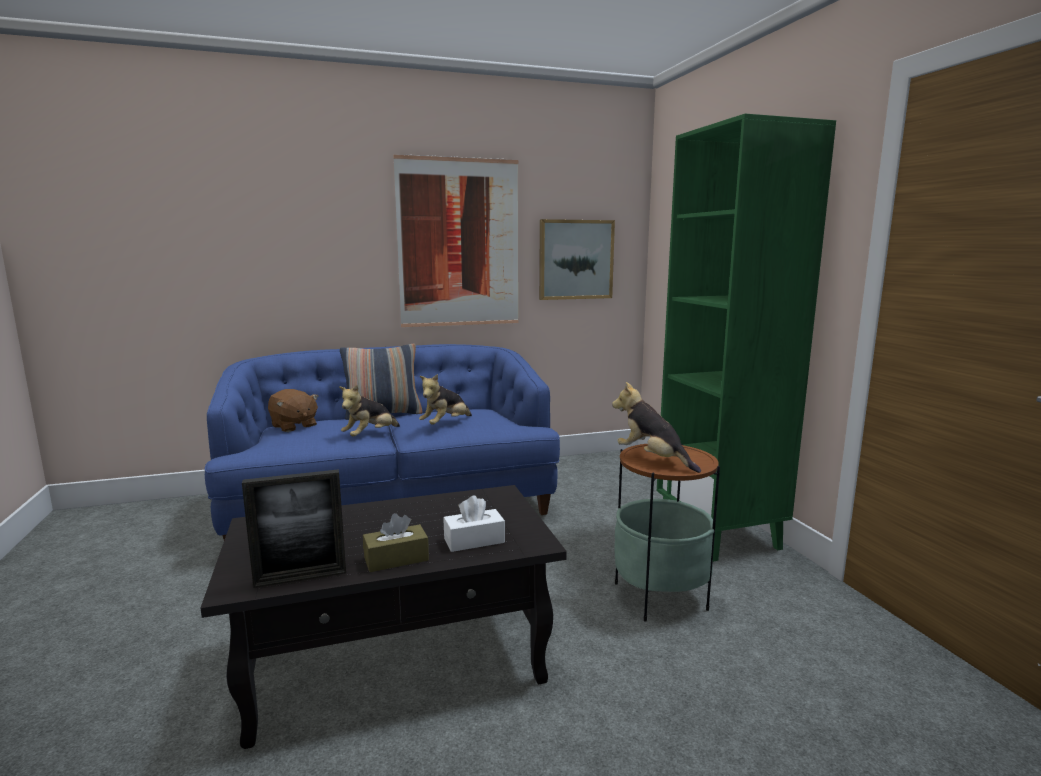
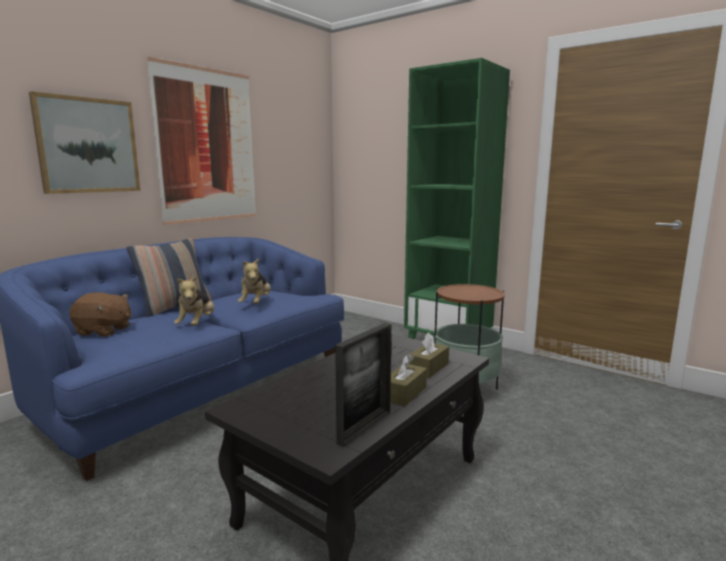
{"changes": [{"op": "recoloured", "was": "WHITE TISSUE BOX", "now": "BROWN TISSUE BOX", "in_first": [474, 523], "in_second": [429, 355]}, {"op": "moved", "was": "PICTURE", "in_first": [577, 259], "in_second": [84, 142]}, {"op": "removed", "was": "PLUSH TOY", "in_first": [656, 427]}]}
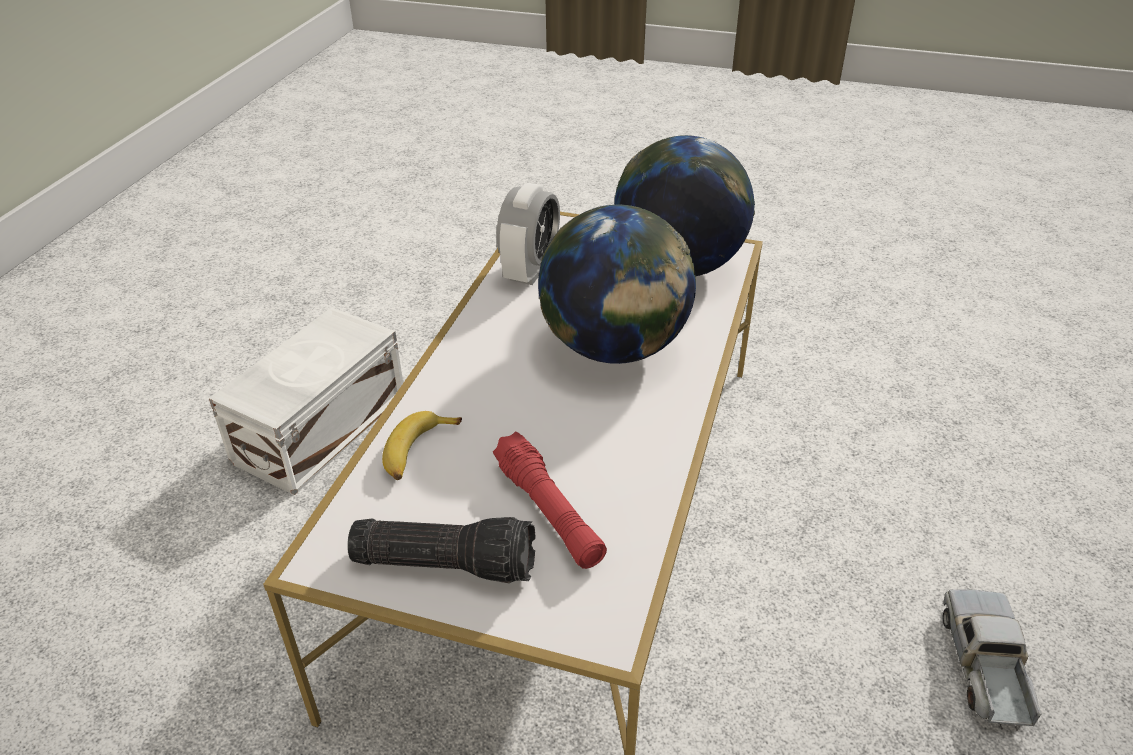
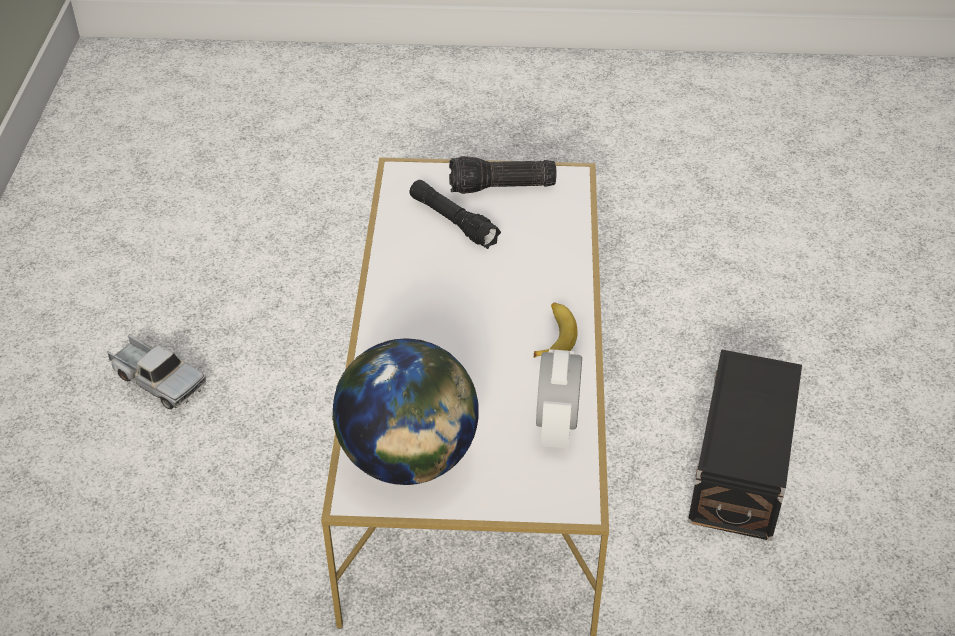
{"changes": [{"op": "recoloured", "was": "WHITE STORAGE BOX", "now": "BLACK STORAGE BOX", "in_first": [306, 401], "in_second": [745, 445]}, {"op": "moved", "was": "BANANA", "in_first": [422, 445], "in_second": [556, 330]}, {"op": "recoloured", "was": "RED FLASHLIGHT", "now": "BLACK FLASHLIGHT", "in_first": [550, 500], "in_second": [455, 214]}, {"op": "removed", "was": "GLOBE", "in_first": [617, 284]}, {"op": "turned", "was": "TOY TRUCK", "in_first": [992, 660], "in_second": [156, 371], "clockwise": -45}]}
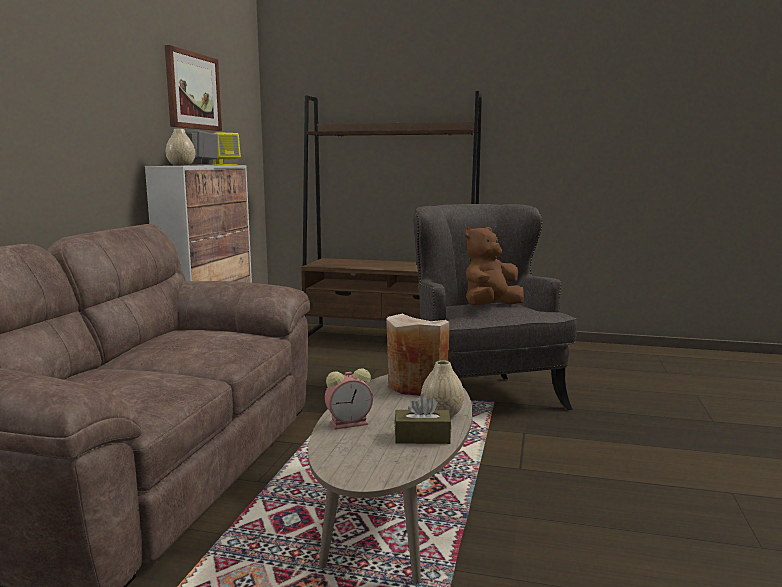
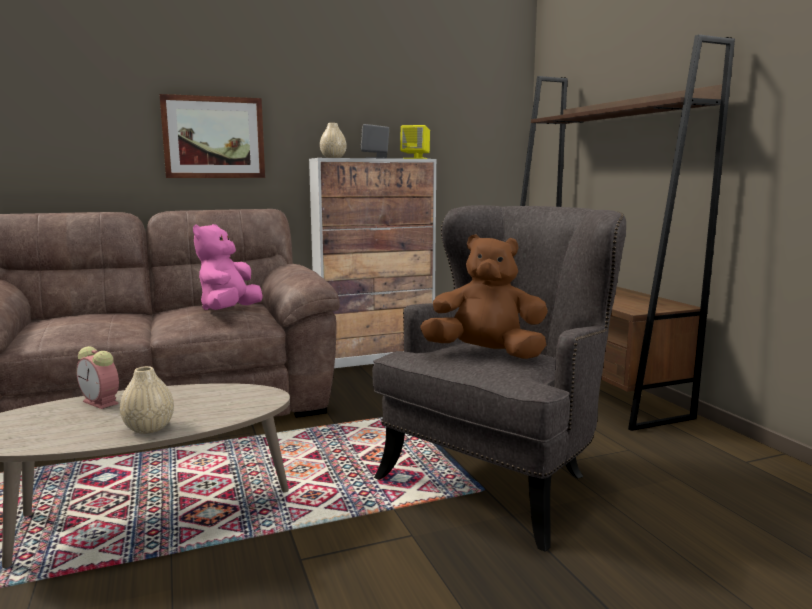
{"changes": [{"op": "moved", "was": "PICTURE", "in_first": [193, 88], "in_second": [212, 136]}, {"op": "removed", "was": "BEIGE VASE", "in_first": [417, 355]}, {"op": "removed", "was": "BROWN TISSUE BOX", "in_first": [422, 419]}, {"op": "added", "now": "PINK PLUSH TOY", "in_second": [228, 267]}]}
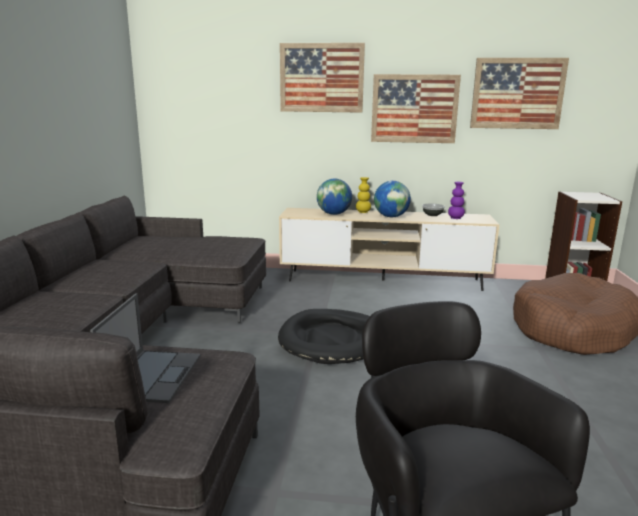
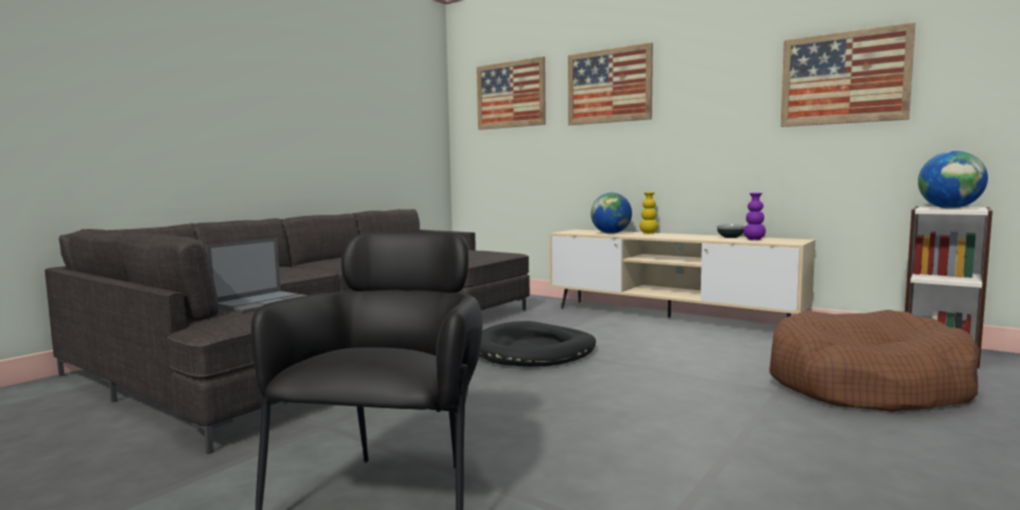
{"changes": [{"op": "moved", "was": "PICTURE", "in_first": [416, 108], "in_second": [511, 93]}, {"op": "moved", "was": "GLOBE", "in_first": [392, 199], "in_second": [953, 180]}]}
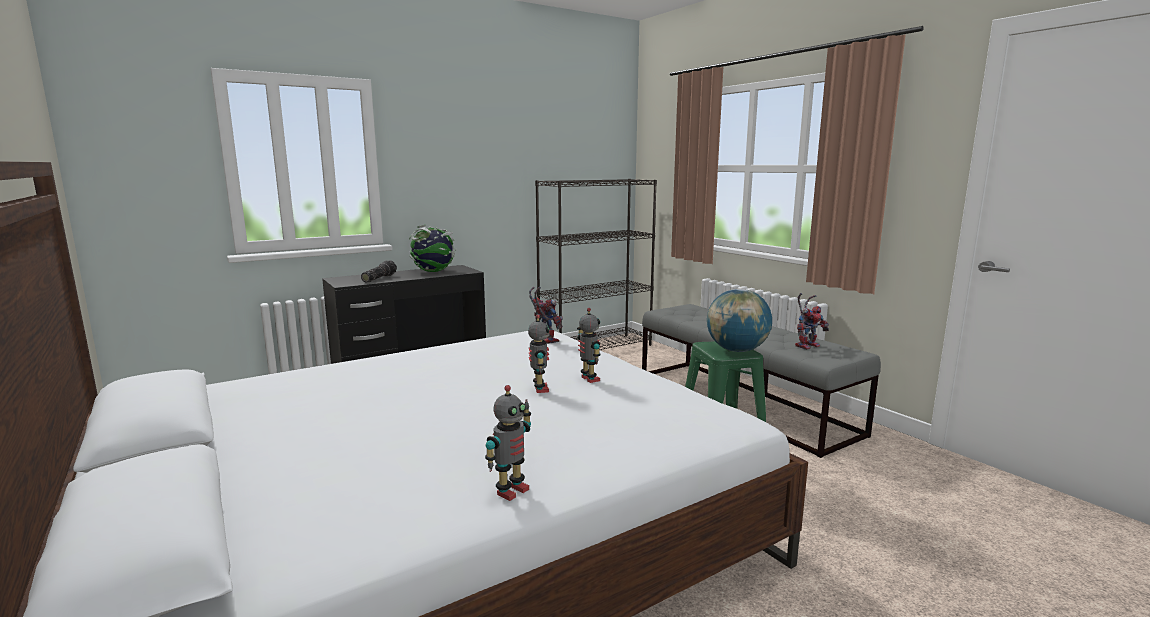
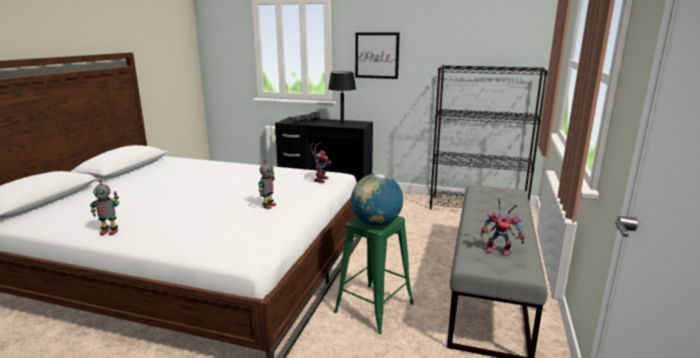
{"changes": [{"op": "replaced", "was": "GLOBE", "now": "BLACK TABLE LAMP", "in_first": [433, 248], "in_second": [342, 97]}, {"op": "removed", "was": "TOY ROBOT", "in_first": [539, 353]}, {"op": "added", "now": "PICTURE", "in_second": [377, 55]}]}
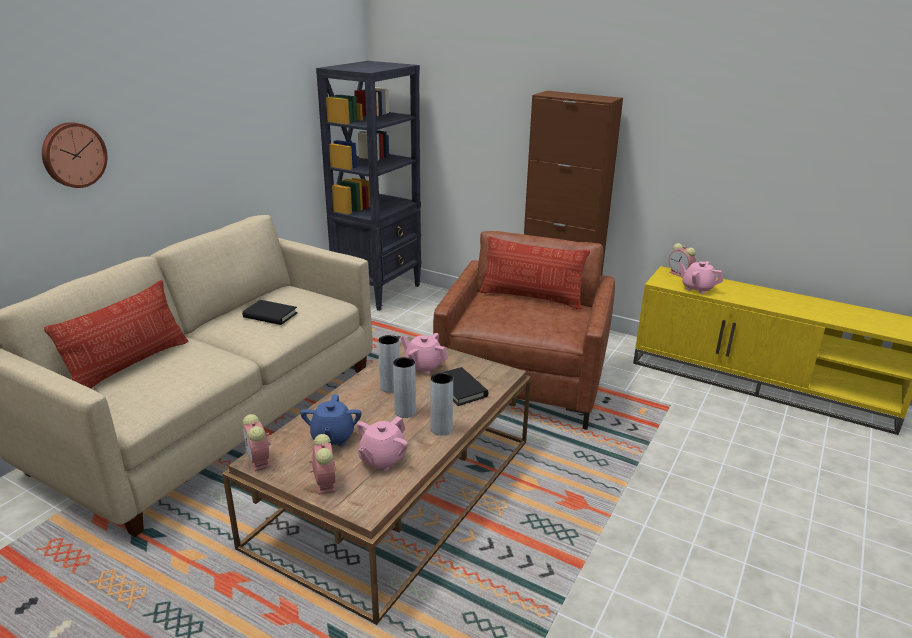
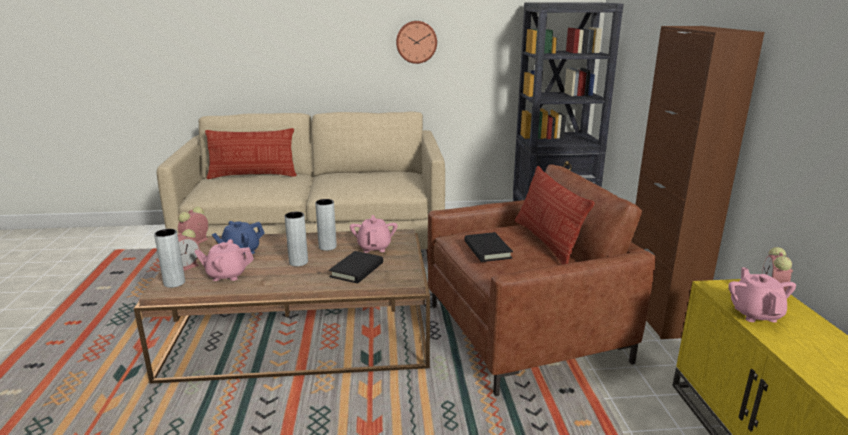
{"changes": [{"op": "moved", "was": "WALL CLOCK", "in_first": [74, 155], "in_second": [416, 42]}, {"op": "moved", "was": "BLACK BOOK", "in_first": [269, 312], "in_second": [488, 247]}, {"op": "moved", "was": "GREY VASE", "in_first": [441, 404], "in_second": [169, 258]}]}
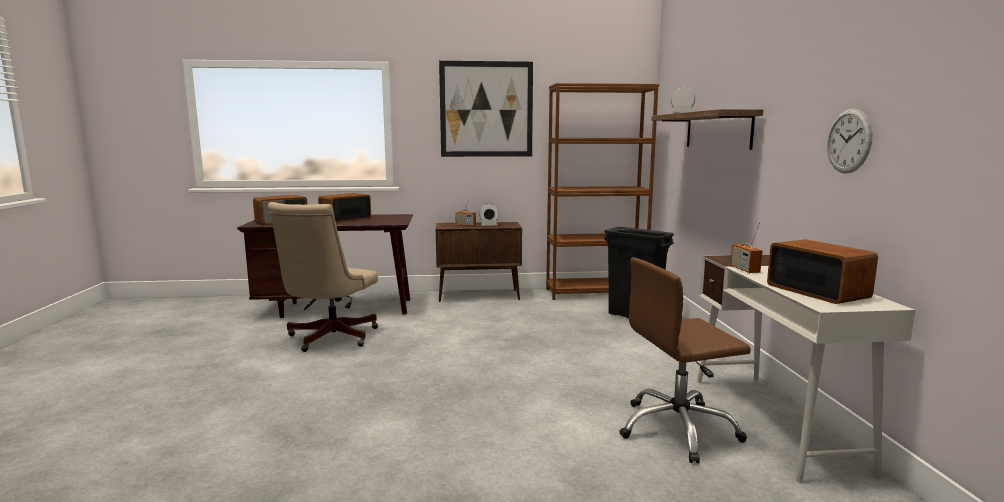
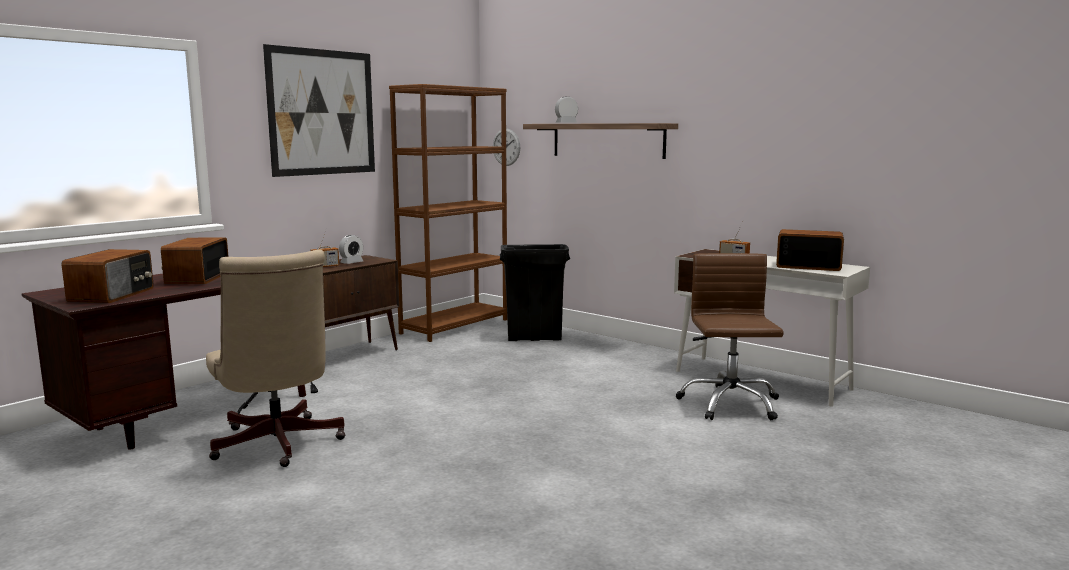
{"changes": [{"op": "turned", "was": "BROWN OFFICE CHAIR", "in_first": [685, 360], "in_second": [730, 336], "clockwise": 150}, {"op": "moved", "was": "WALL CLOCK", "in_first": [849, 140], "in_second": [506, 147]}]}
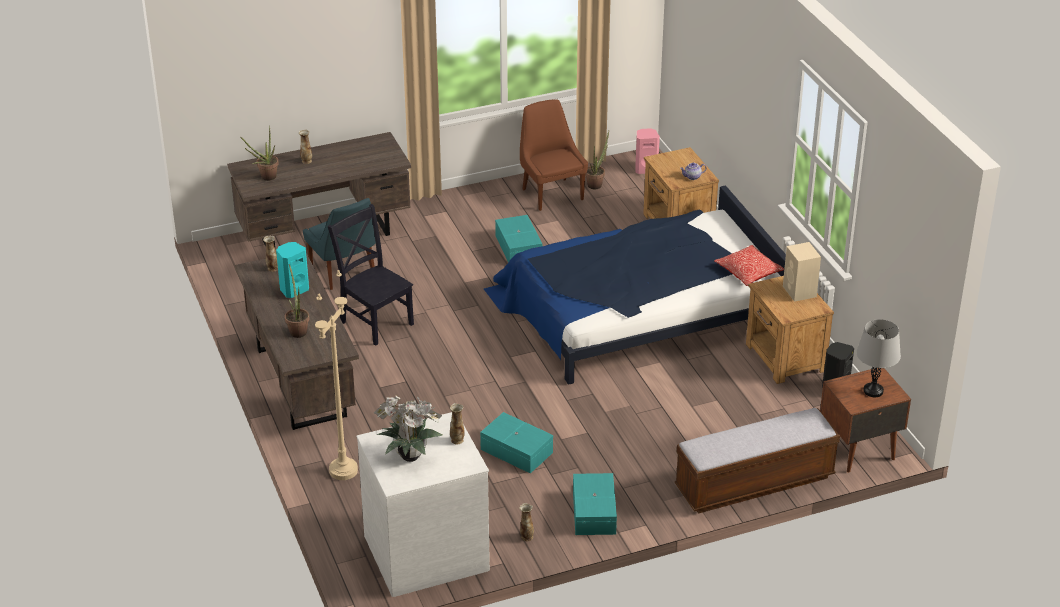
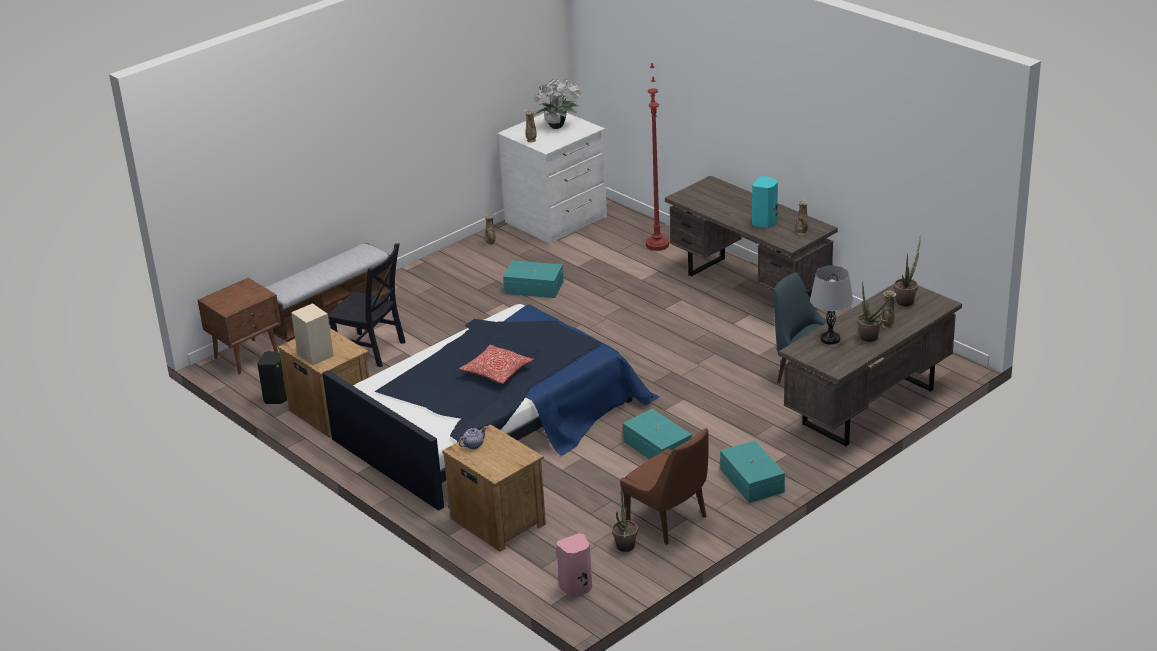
{"changes": [{"op": "moved", "was": "POTTED PLANT", "in_first": [297, 301], "in_second": [875, 312]}, {"op": "recoloured", "was": "BEIGE FLOOR LAMP", "now": "RED FLOOR LAMP", "in_first": [336, 375], "in_second": [657, 157]}, {"op": "moved", "was": "BLACK CHAIR", "in_first": [370, 275], "in_second": [367, 305]}, {"op": "moved", "was": "TURQUOISE STORAGE BOX", "in_first": [595, 504], "in_second": [752, 471]}, {"op": "moved", "was": "PILLOW", "in_first": [749, 265], "in_second": [496, 364]}, {"op": "moved", "was": "GREY TABLE LAMP", "in_first": [878, 358], "in_second": [831, 304]}]}
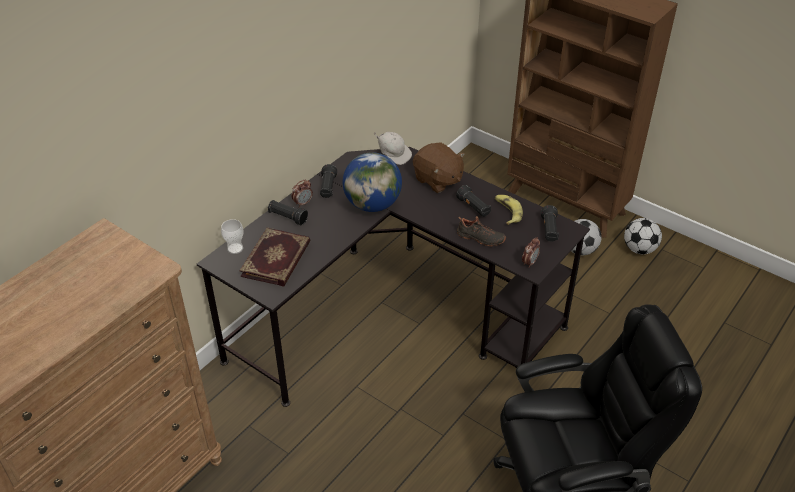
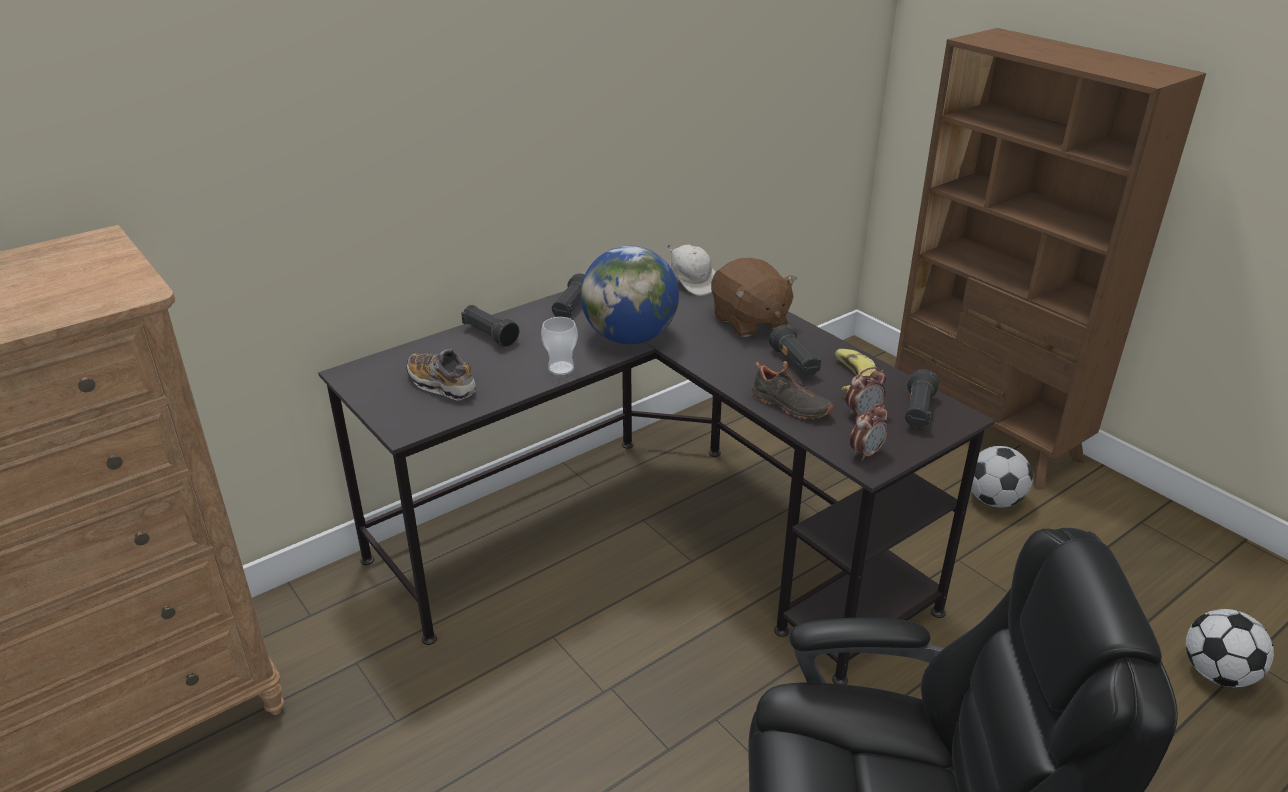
{"changes": [{"op": "moved", "was": "CUP", "in_first": [232, 236], "in_second": [559, 346]}, {"op": "replaced", "was": "BOOK", "now": "SHOE", "in_first": [274, 256], "in_second": [441, 374]}, {"op": "moved", "was": "ALARM CLOCK", "in_first": [302, 194], "in_second": [865, 393]}, {"op": "moved", "was": "FOOTBALL", "in_first": [643, 236], "in_second": [1230, 648]}]}
